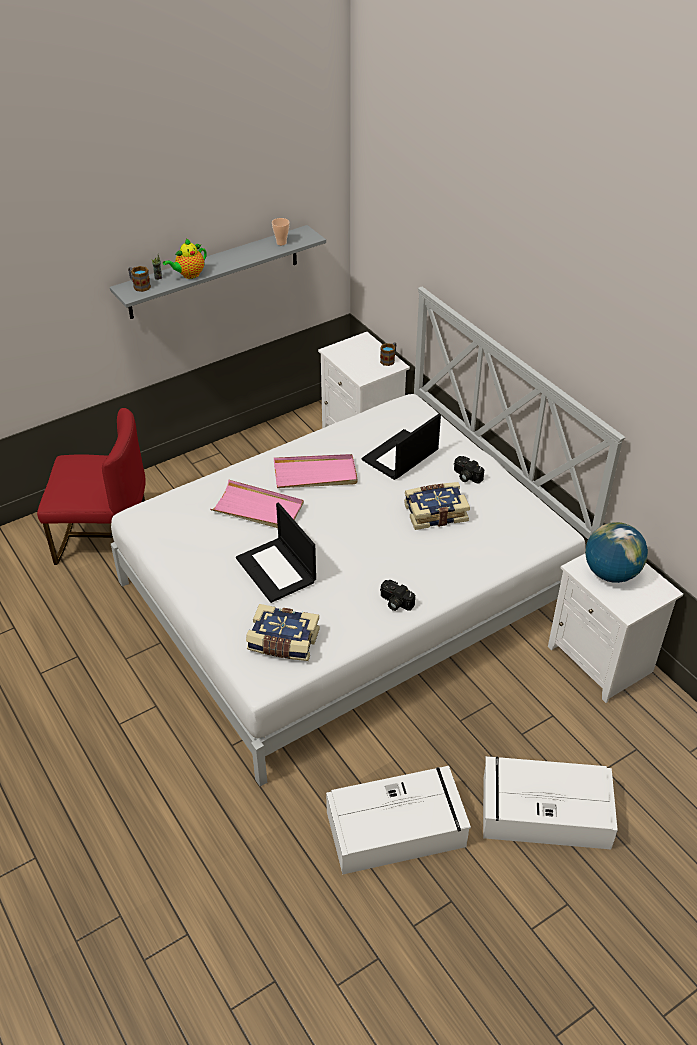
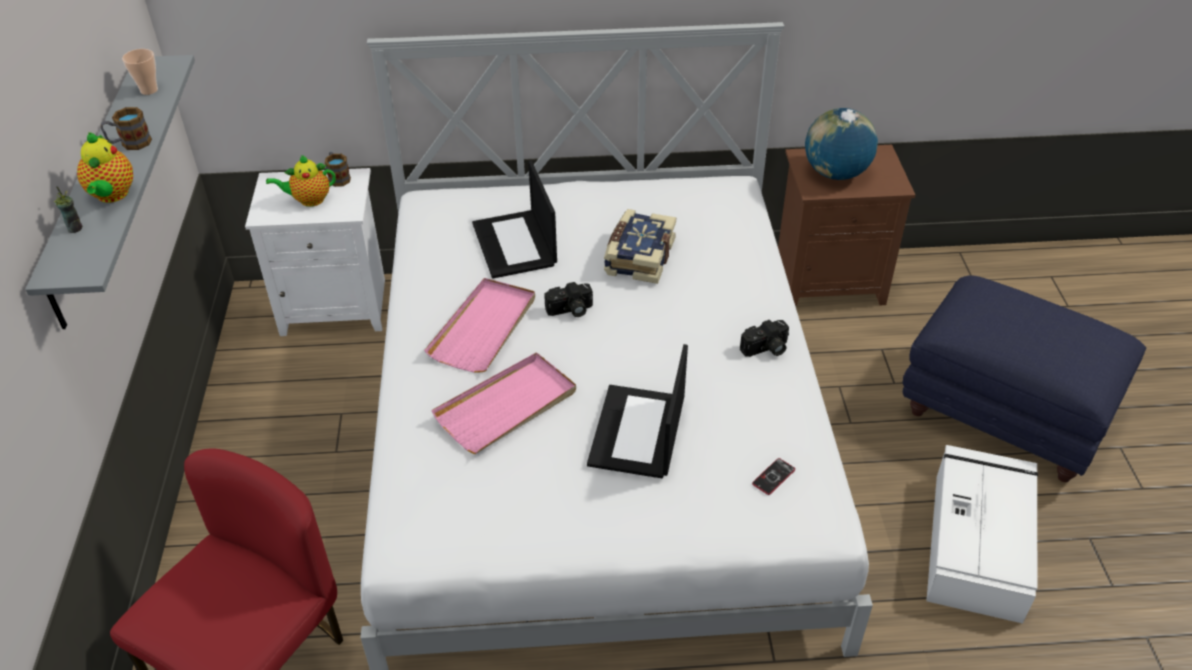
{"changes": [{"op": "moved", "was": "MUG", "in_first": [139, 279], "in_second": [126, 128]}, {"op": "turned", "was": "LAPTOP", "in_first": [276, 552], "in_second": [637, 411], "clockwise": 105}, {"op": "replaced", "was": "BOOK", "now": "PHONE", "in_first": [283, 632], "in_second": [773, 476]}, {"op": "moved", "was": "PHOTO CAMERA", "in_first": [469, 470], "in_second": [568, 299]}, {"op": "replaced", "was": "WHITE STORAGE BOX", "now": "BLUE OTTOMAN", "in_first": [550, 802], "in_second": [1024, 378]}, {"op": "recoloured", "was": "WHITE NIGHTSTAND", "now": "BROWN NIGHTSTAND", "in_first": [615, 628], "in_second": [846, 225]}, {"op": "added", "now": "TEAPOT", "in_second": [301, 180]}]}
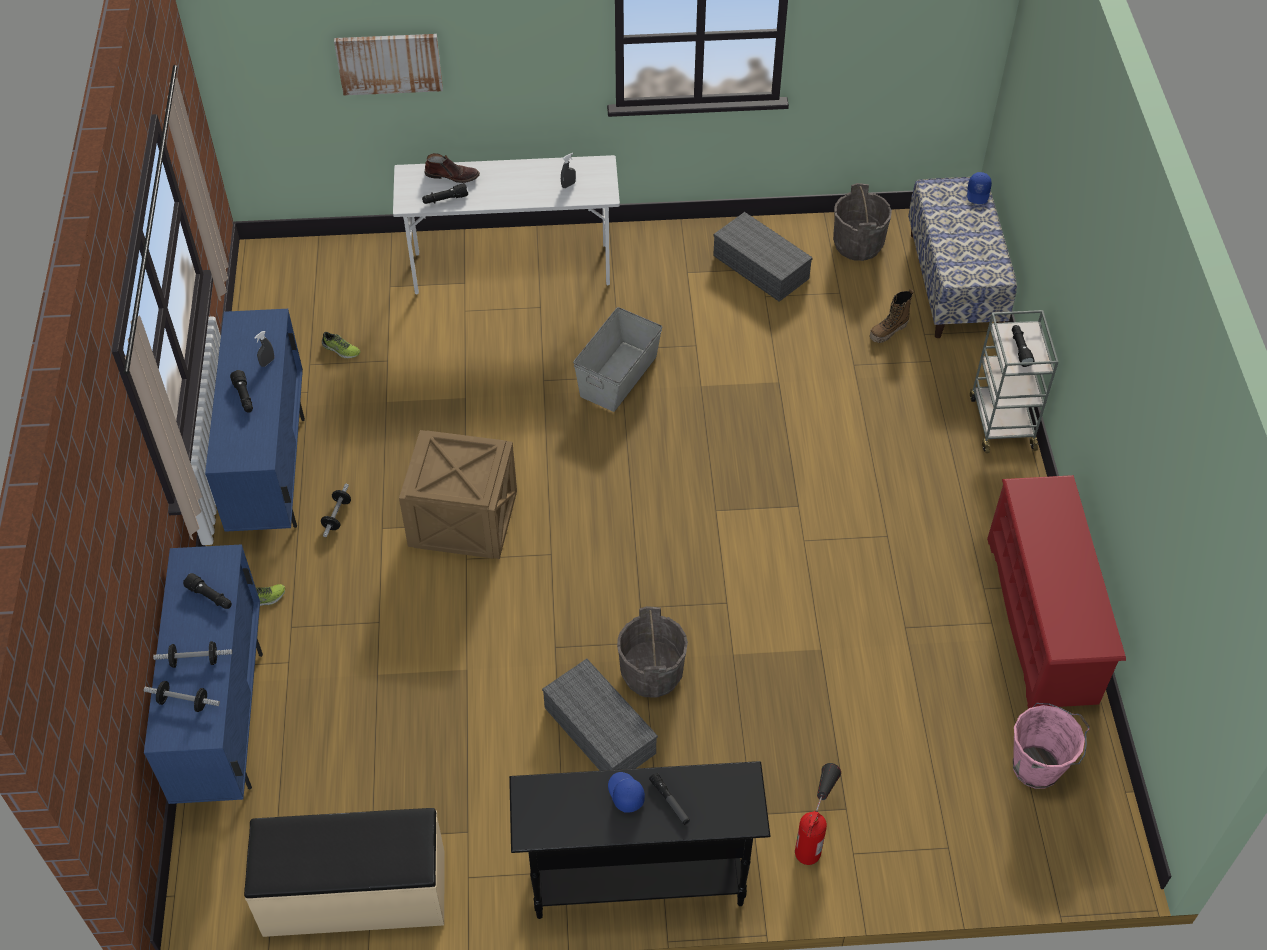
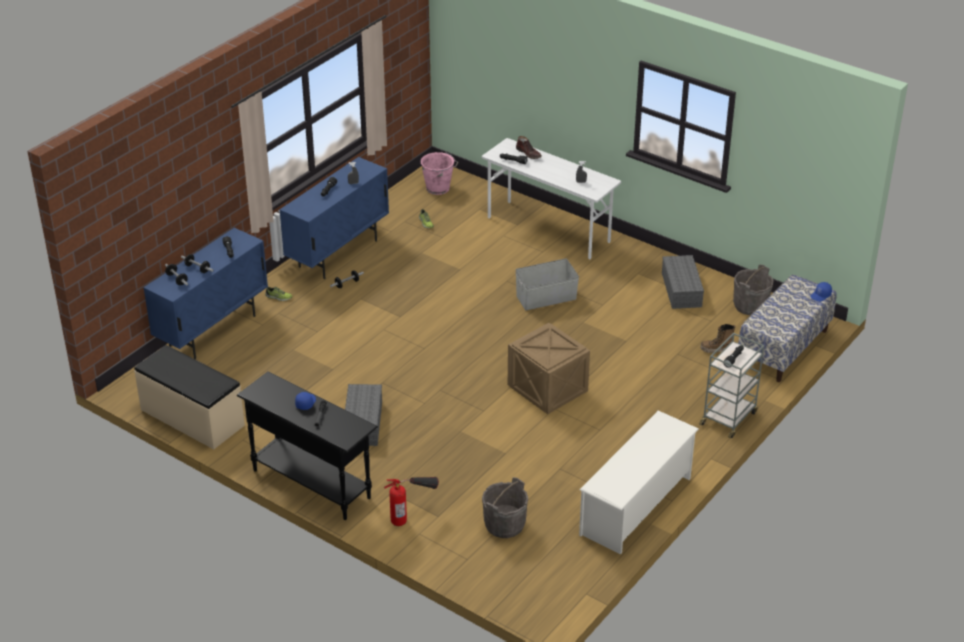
{"changes": [{"op": "removed", "was": "PICTURE", "in_first": [388, 64]}, {"op": "moved", "was": "CRATE", "in_first": [458, 494], "in_second": [549, 368]}, {"op": "moved", "was": "GREY BUCKET", "in_first": [652, 652], "in_second": [505, 507]}, {"op": "recoloured", "was": "RED SHOE RACK", "now": "WHITE SHOE RACK", "in_first": [1056, 592], "in_second": [639, 482]}, {"op": "moved", "was": "PINK BUCKET", "in_first": [1051, 746], "in_second": [439, 173]}]}
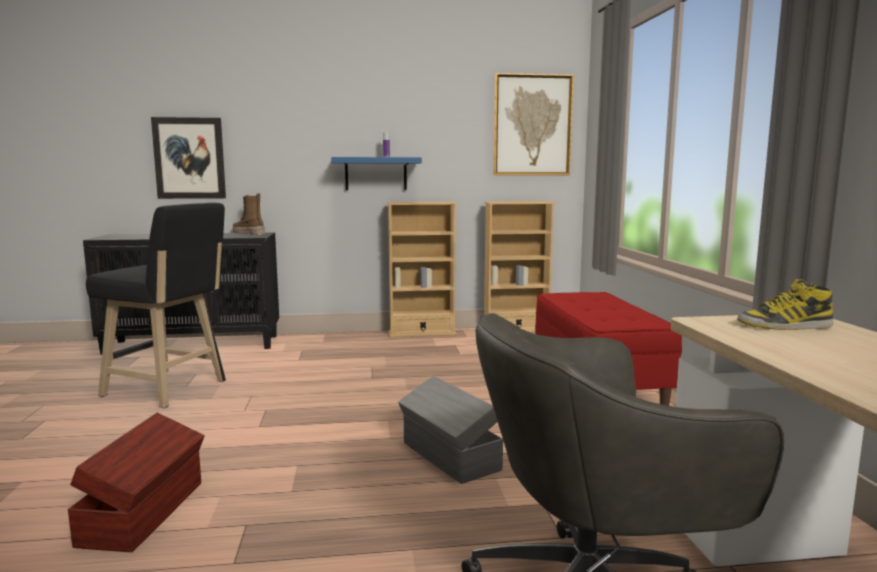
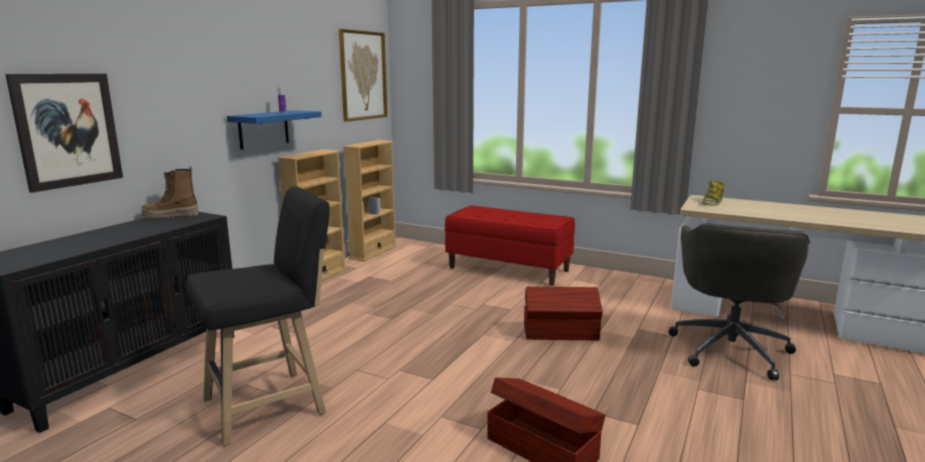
{"changes": [{"op": "recoloured", "was": "GREY STORAGE BOX", "now": "BROWN STORAGE BOX", "in_first": [450, 430], "in_second": [563, 313]}]}
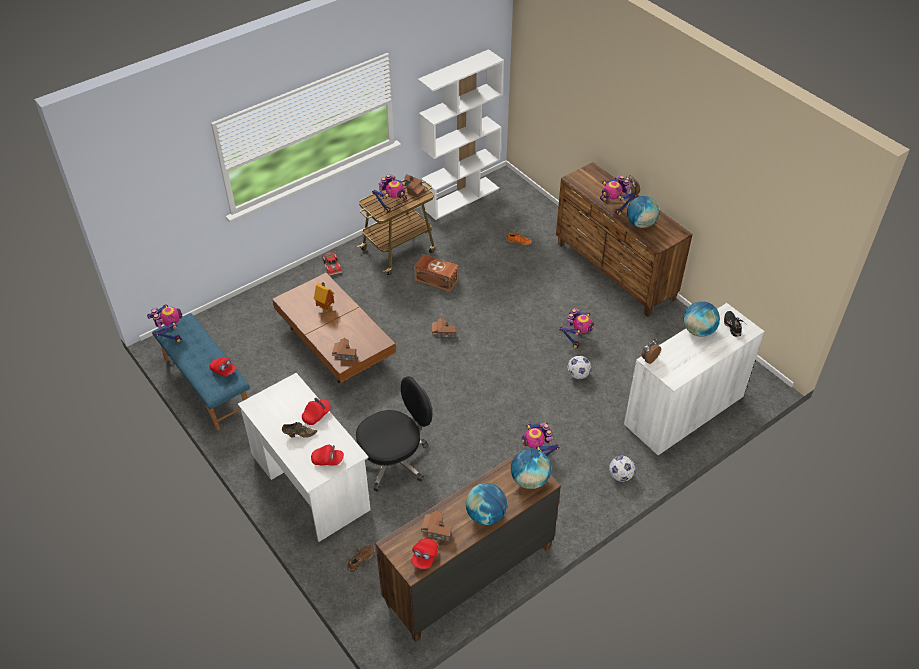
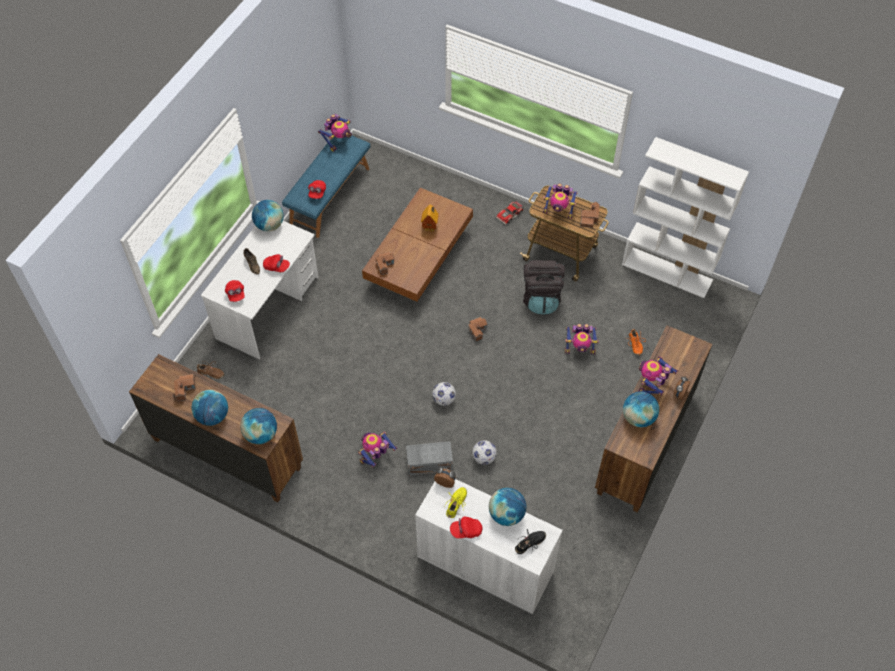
{"changes": [{"op": "removed", "was": "BLACK OFFICE CHAIR", "in_first": [394, 434]}, {"op": "moved", "was": "RED CAP", "in_first": [424, 553], "in_second": [466, 527]}, {"op": "replaced", "was": "BROWN STORAGE BOX", "now": "BLACK BACKPACK", "in_first": [436, 273], "in_second": [544, 287]}, {"op": "moved", "was": "TOY ROBOT", "in_first": [576, 328], "in_second": [582, 339]}, {"op": "moved", "was": "FOOTBALL", "in_first": [622, 469], "in_second": [444, 394]}, {"op": "added", "now": "GLOBE", "in_second": [268, 216]}, {"op": "added", "now": "GREY STORAGE BOX", "in_second": [429, 458]}, {"op": "added", "now": "YELLOW SHOE", "in_second": [456, 502]}]}
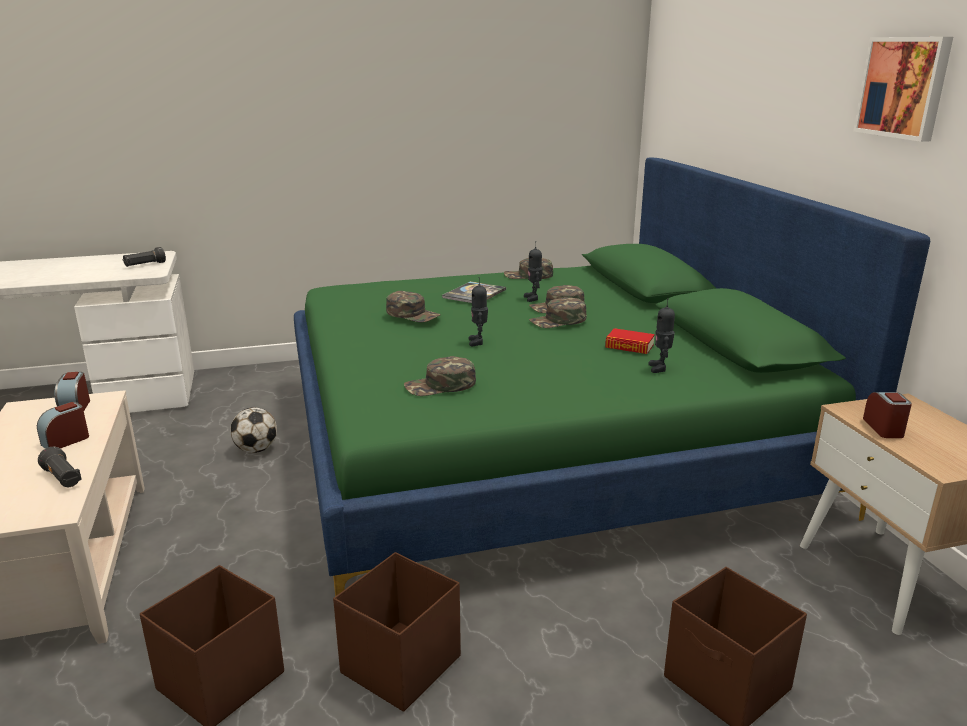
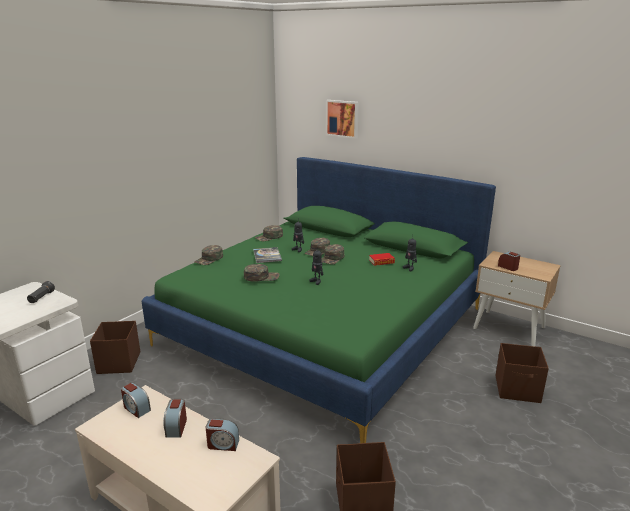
{"changes": [{"op": "replaced", "was": "BLACK FLASHLIGHT", "now": "ALARM CLOCK", "in_first": [60, 467], "in_second": [222, 434]}, {"op": "removed", "was": "FOOTBALL", "in_first": [253, 430]}, {"op": "moved", "was": "BROWN STORAGE BOX", "in_first": [397, 632], "in_second": [115, 347]}, {"op": "moved", "was": "GREEN CAP", "in_first": [440, 376], "in_second": [208, 255]}, {"op": "moved", "was": "PICTURE", "in_first": [903, 89], "in_second": [342, 119]}]}
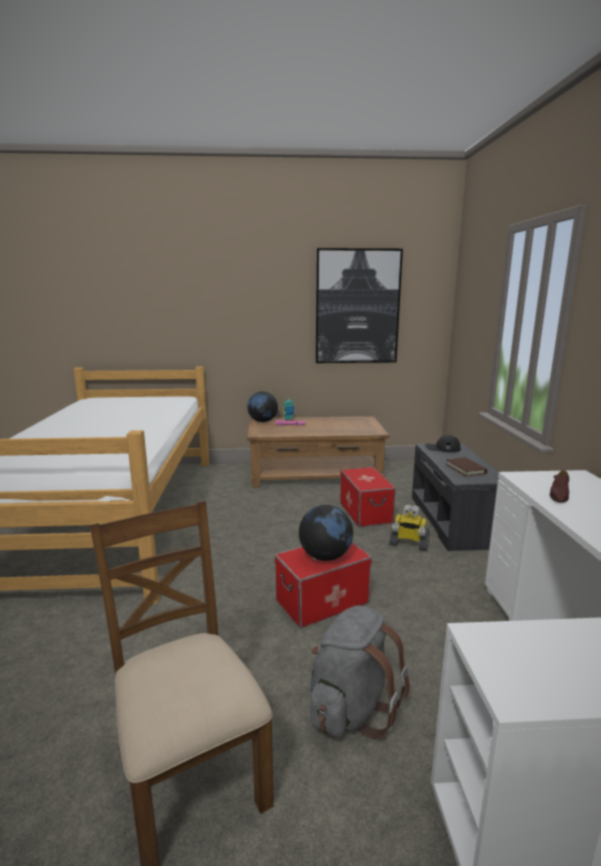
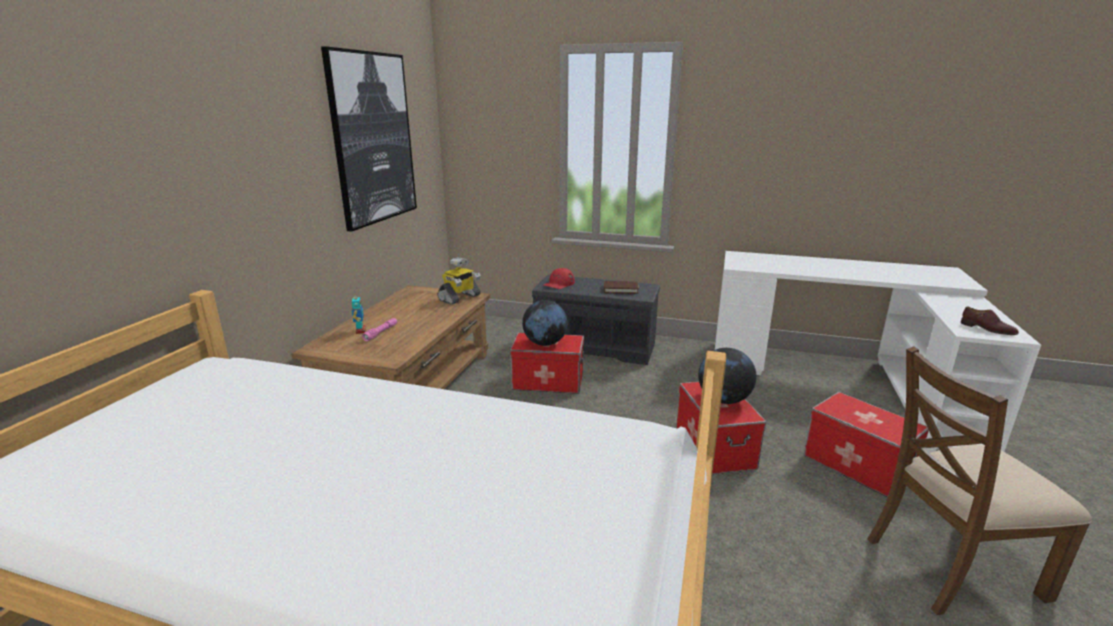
{"changes": [{"op": "moved", "was": "GLOBE", "in_first": [262, 406], "in_second": [545, 323]}, {"op": "replaced", "was": "GREY BACKPACK", "now": "STORAGE BOX", "in_first": [360, 672], "in_second": [866, 444]}, {"op": "moved", "was": "TOY ROBOT", "in_first": [409, 527], "in_second": [459, 280]}, {"op": "recoloured", "was": "BLACK CAP", "now": "RED CAP", "in_first": [443, 444], "in_second": [559, 278]}, {"op": "moved", "was": "BROWN SHOE", "in_first": [559, 486], "in_second": [990, 321]}]}
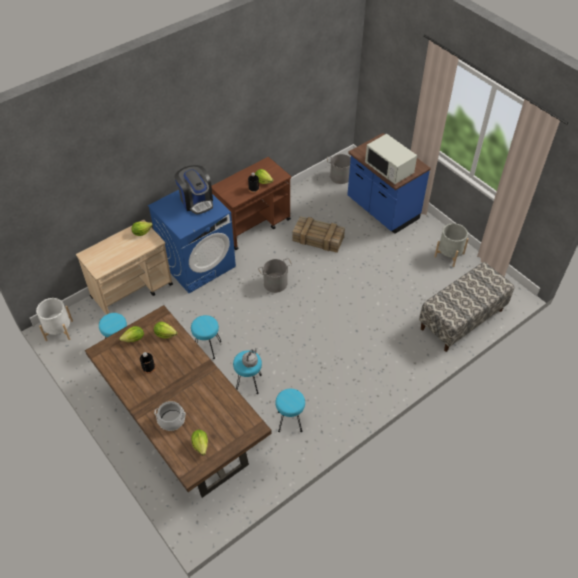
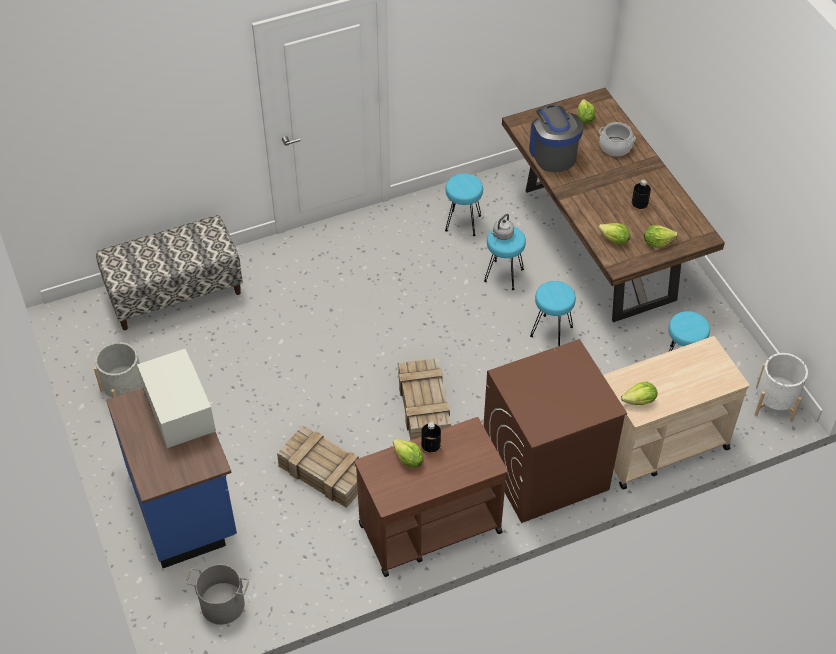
{"changes": [{"op": "recoloured", "was": "BLUE WASHING MACHINE", "now": "BROWN WASHING MACHINE", "in_first": [192, 241], "in_second": [555, 431]}, {"op": "moved", "was": "COFFEE MACHINE", "in_first": [194, 190], "in_second": [556, 138]}, {"op": "replaced", "was": "GREY BUCKET", "now": "CRATE", "in_first": [275, 275], "in_second": [424, 399]}]}
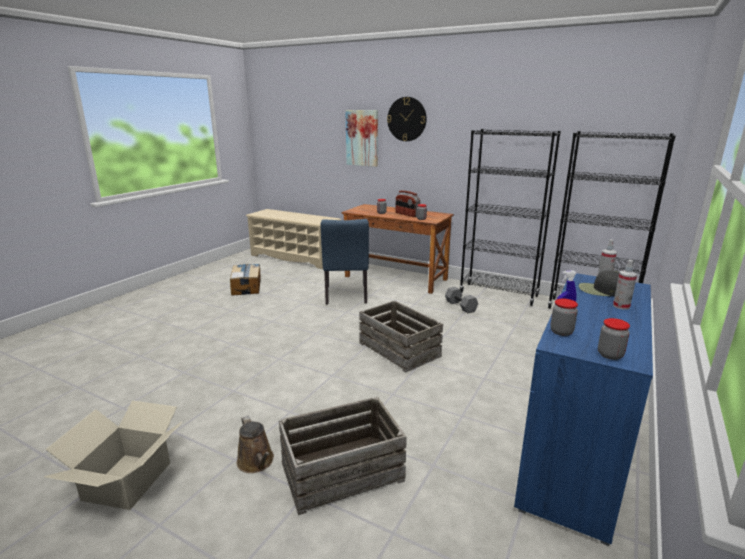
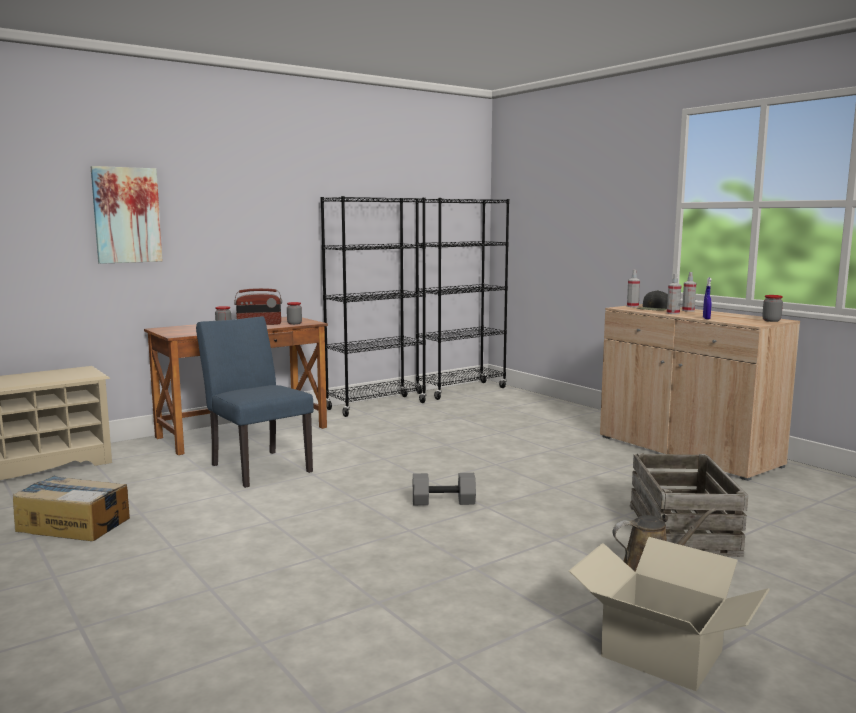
{"changes": [{"op": "turned", "was": "BLUE CHAIR", "in_first": [344, 261], "in_second": [255, 402], "clockwise": -150}, {"op": "removed", "was": "CRATE", "in_first": [401, 336]}, {"op": "removed", "was": "WALL CLOCK", "in_first": [407, 119]}, {"op": "moved", "was": "GREY DUMBBELL", "in_first": [461, 300], "in_second": [444, 489]}, {"op": "recoloured", "was": "BLUE CABINET", "now": "BEIGE CABINET", "in_first": [583, 410], "in_second": [700, 392]}, {"op": "removed", "was": "JAR", "in_first": [564, 317]}, {"op": "added", "now": "SPRAY BOTTLE", "in_second": [674, 294]}]}
